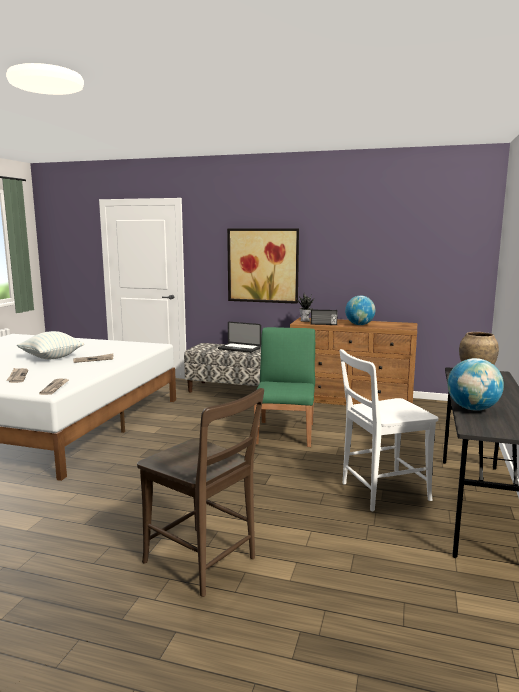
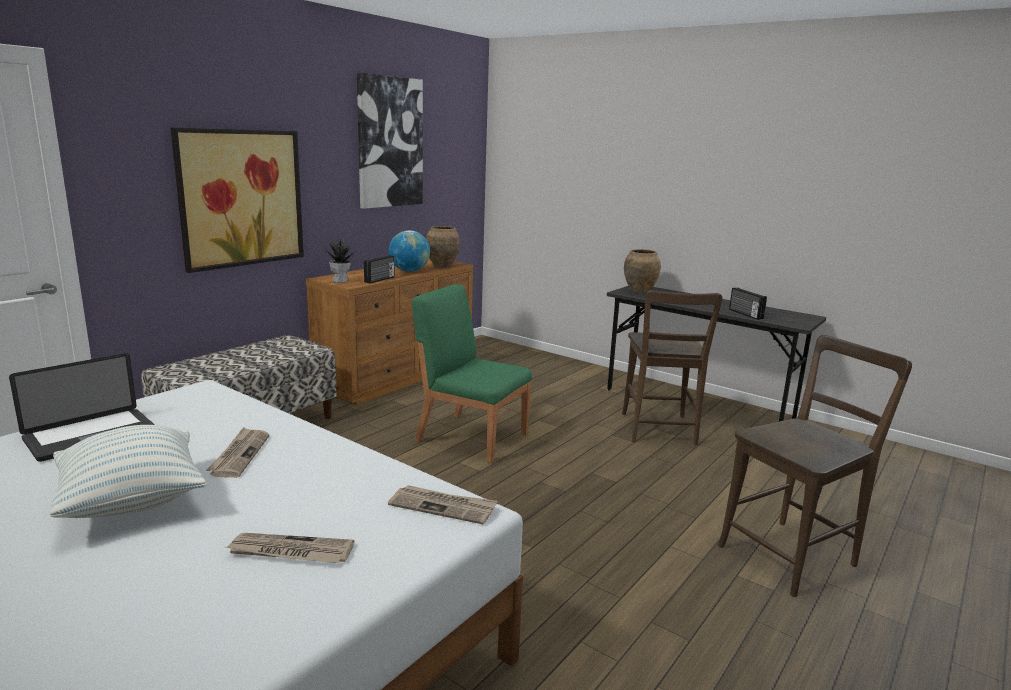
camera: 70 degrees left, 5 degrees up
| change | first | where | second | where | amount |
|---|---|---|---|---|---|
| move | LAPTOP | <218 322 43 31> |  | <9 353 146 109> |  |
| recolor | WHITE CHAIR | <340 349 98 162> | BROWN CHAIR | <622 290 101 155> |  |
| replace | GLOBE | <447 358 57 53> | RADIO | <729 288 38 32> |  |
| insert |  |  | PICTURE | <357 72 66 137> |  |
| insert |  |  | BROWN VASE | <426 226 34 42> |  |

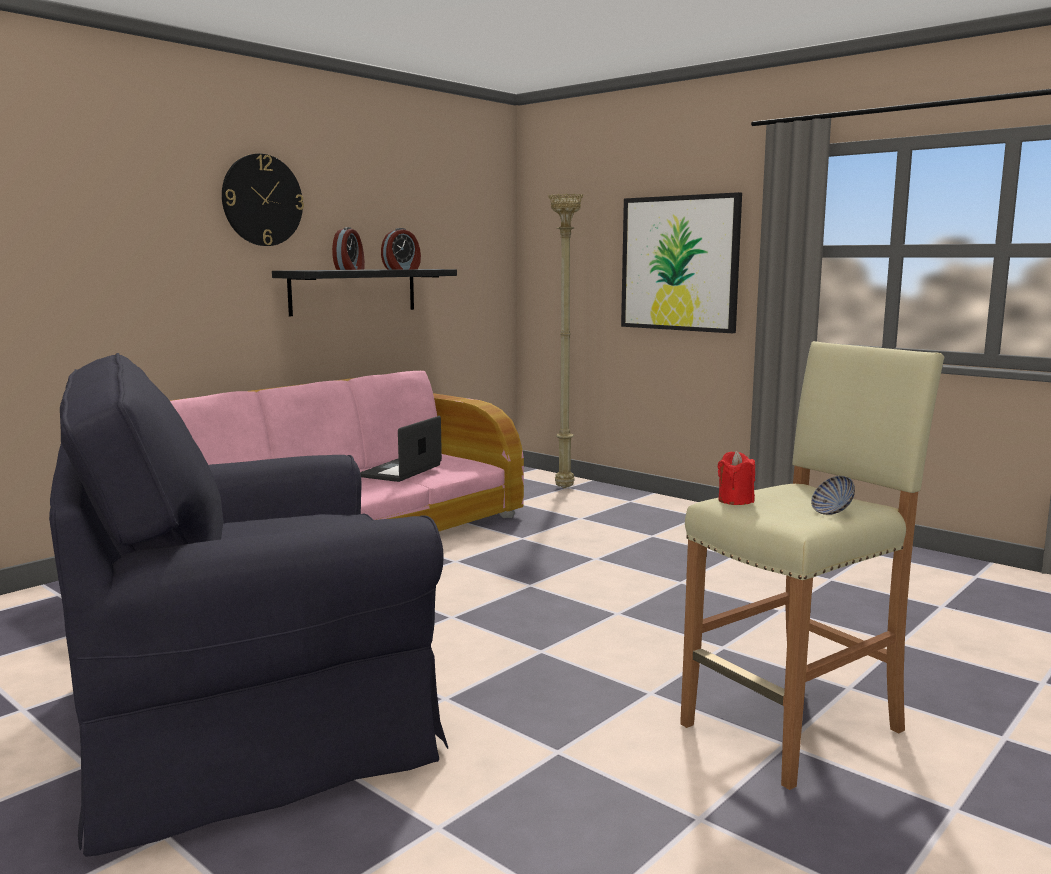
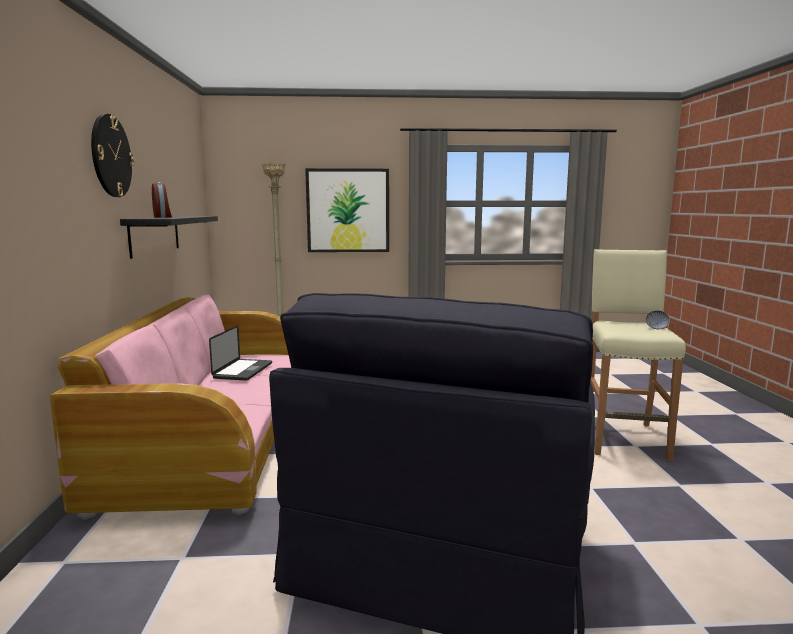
camera: 45 degrees left, 0 degrees up
| change | first | where | second | where | amount |
|---|---|---|---|---|---|
| rotate | LAPTOP | <360 416 82 66> |  | <209 325 63 56> | 150 degrees counterclockwise |
| delete | ALARM CLOCK | <381 228 40 42> |  |  |  |
| delete | RED CANDLE | <718 451 37 54> |  |  |  |

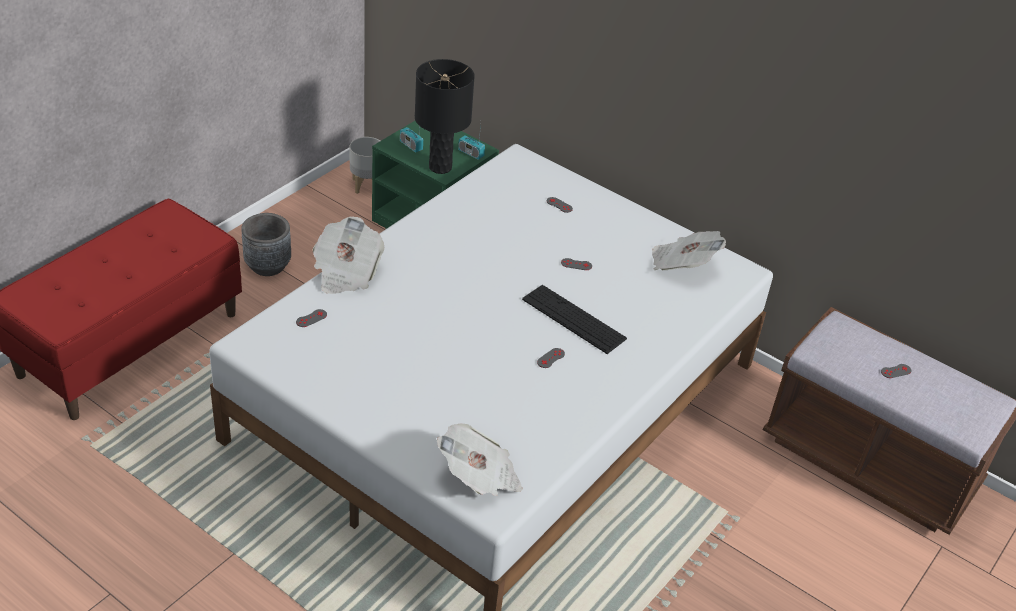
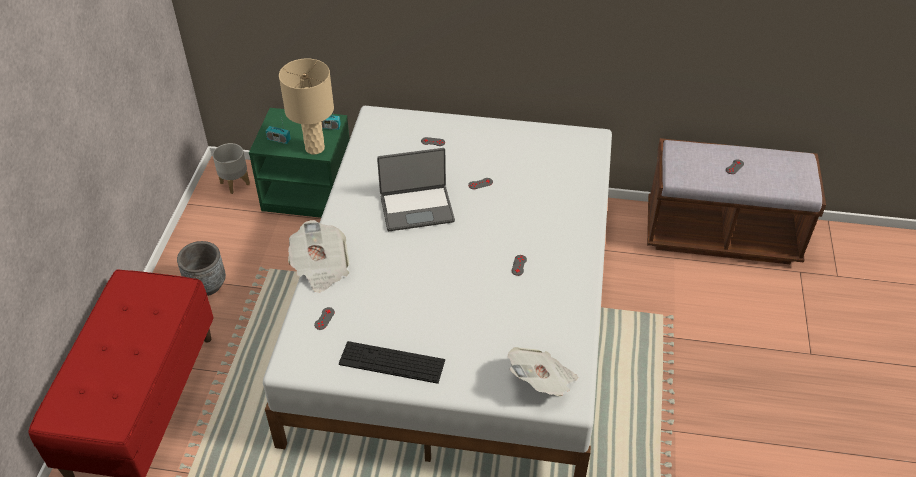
camera: 25 degrees left, 5 degrees up
| change | first | where | second | where | amount |
|---|---|---|---|---|---|
| recolor | BLACK TABLE LAMP | <415 59 60 115> | BEIGE TABLE LAMP | <279 58 55 96> |  |
| move | KEYBOARD | <522 285 105 69> |  | <339 341 106 43> |  |
| delete | NEWSPAPER | <652 231 74 39> |  |  |  |
| insert |  |  | LAPTOP | <377 148 78 83> |  |

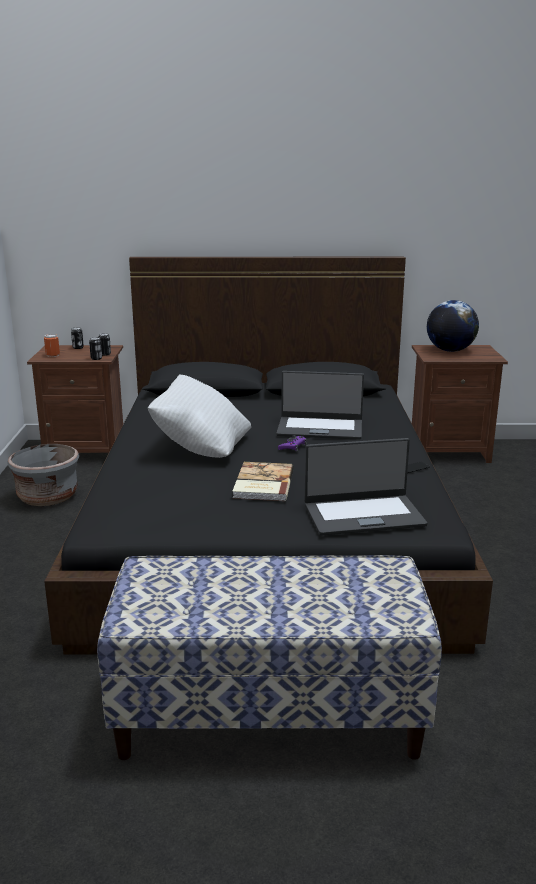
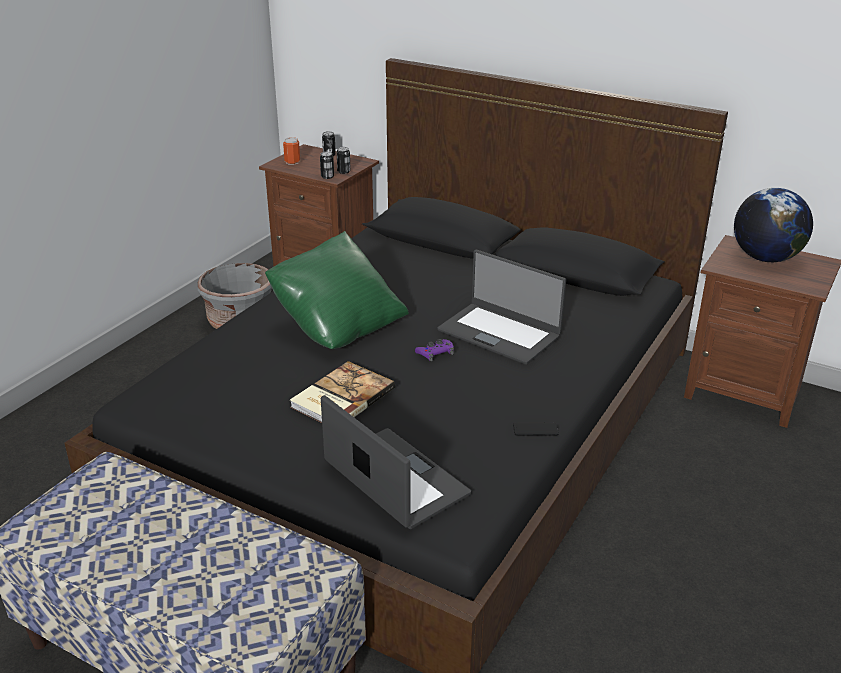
camera: 30 degrees right, 10 degrees up
| change | first | where | second | where | amount |
|---|---|---|---|---|---|
| recolor | WHITE PILLOW | <148 374 103 84> | GREEN PILLOW | <265 231 144 118> |  |
| rotate | LAPTOP | <305 438 122 97> |  | <321 395 151 134> | 150 degrees counterclockwise |

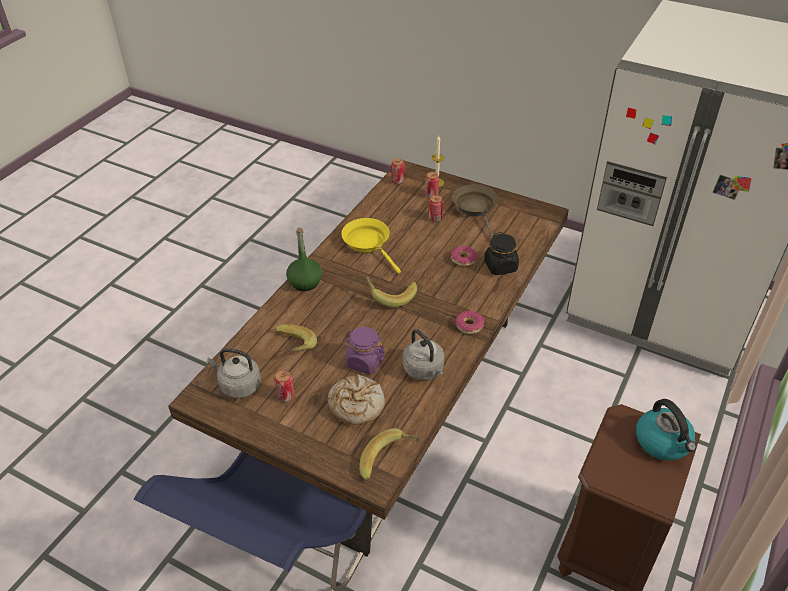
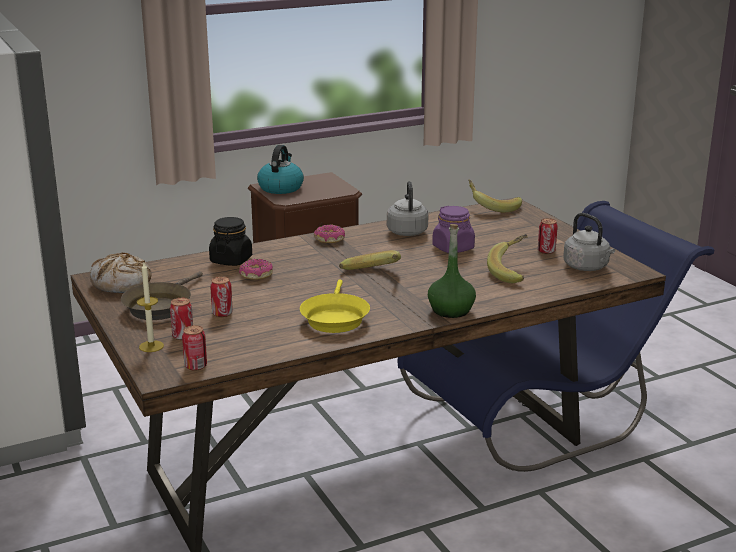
camera: 145 degrees left, 20 degrees down
| change | first | where | second | where | amount |
|---|---|---|---|---|---|
| move | BREAD | <328 374 57 51> |  | <90 253 61 40> |  |

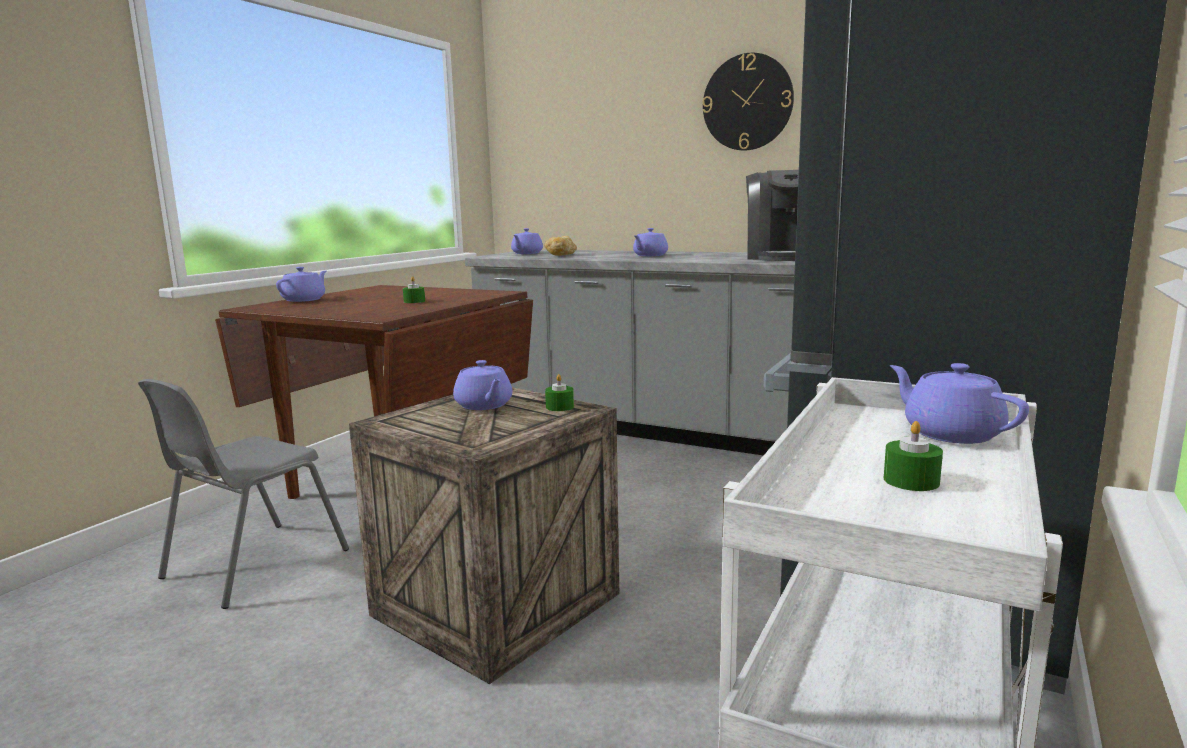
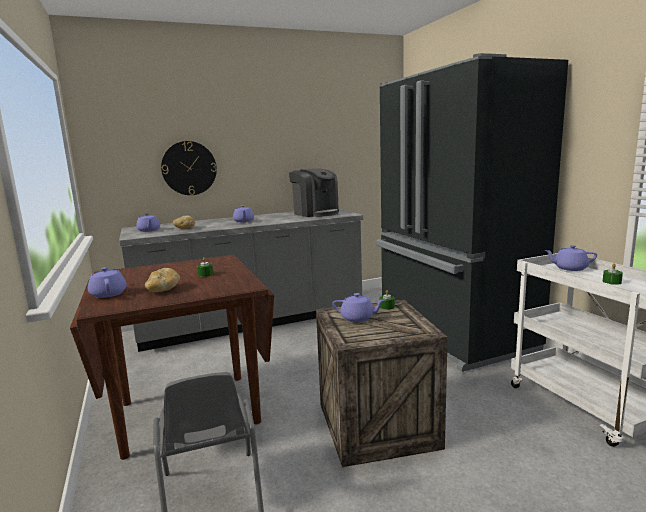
camera: 50 degrees left, 0 degrees up
| change | first | where | second | where | amount |
|---|---|---|---|---|---|
| move | WALL CLOCK | <703 53 91 97> |  | <161 141 56 54> |  |
| insert |  |  | BREAD | <145 268 35 24> |  |

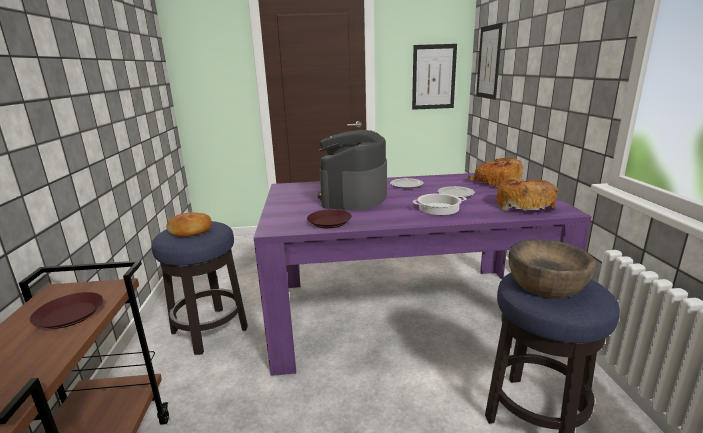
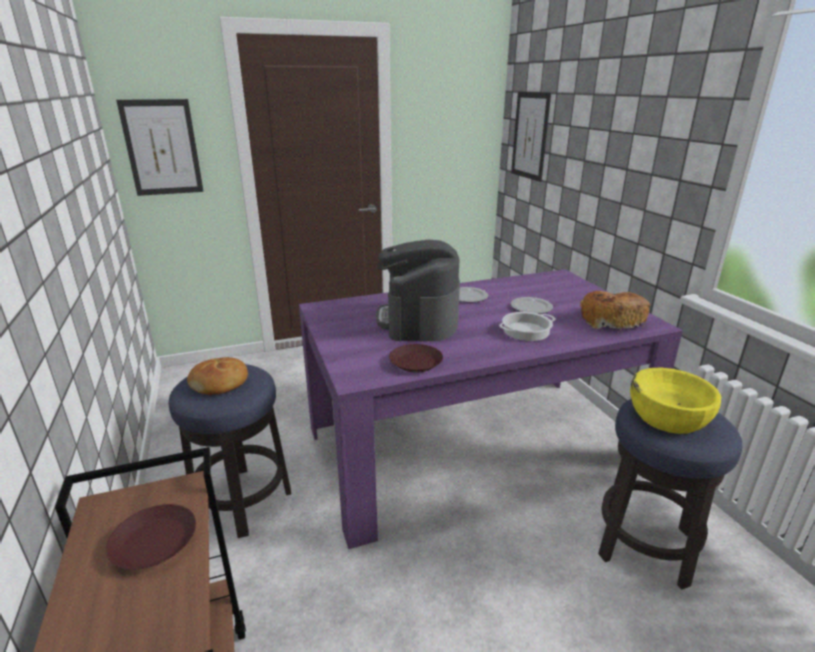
camera: 15 degrees left, 5 degrees up
| change | first | where | second | where | amount |
|---|---|---|---|---|---|
| move | PICTURE | <412 44 45 66> |  | <116 99 88 97> |  |
| delete | BREAD | <468 158 55 29> |  |  |  |
| recolor | BROWN BOWL | <508 239 87 59> | YELLOW BOWL | <630 368 91 66> |  |

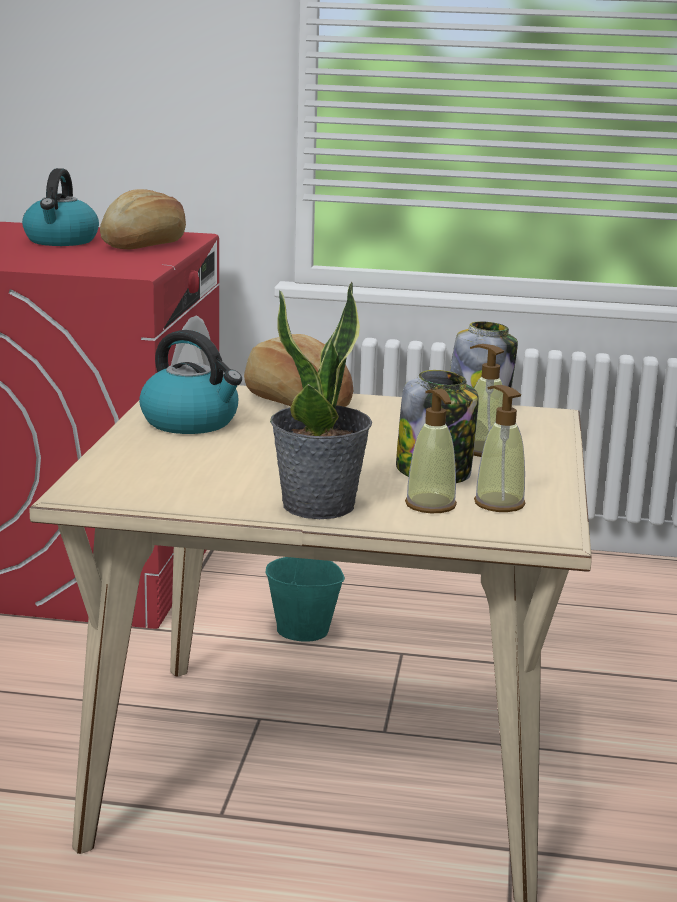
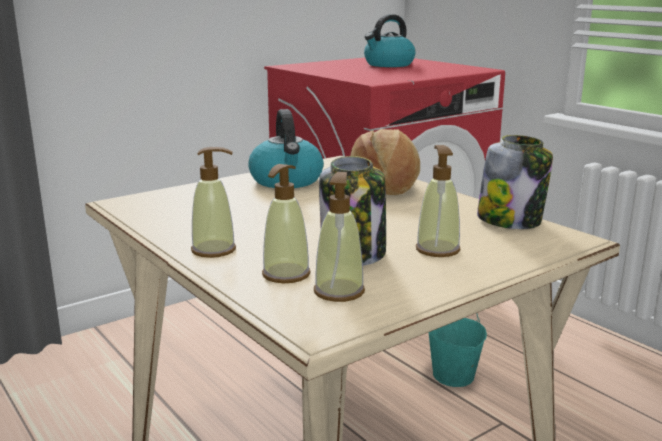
camera: 45 degrees right, 0 degrees up
| change | first | where | second | where | amount |
|---|---|---|---|---|---|
| delete | BREAD | <100 189 86 61> |  |  |  |
| replace | POTTED PLANT | <270 281 102 238> | SOAP DISPENSER | <191 147 45 111> |  |

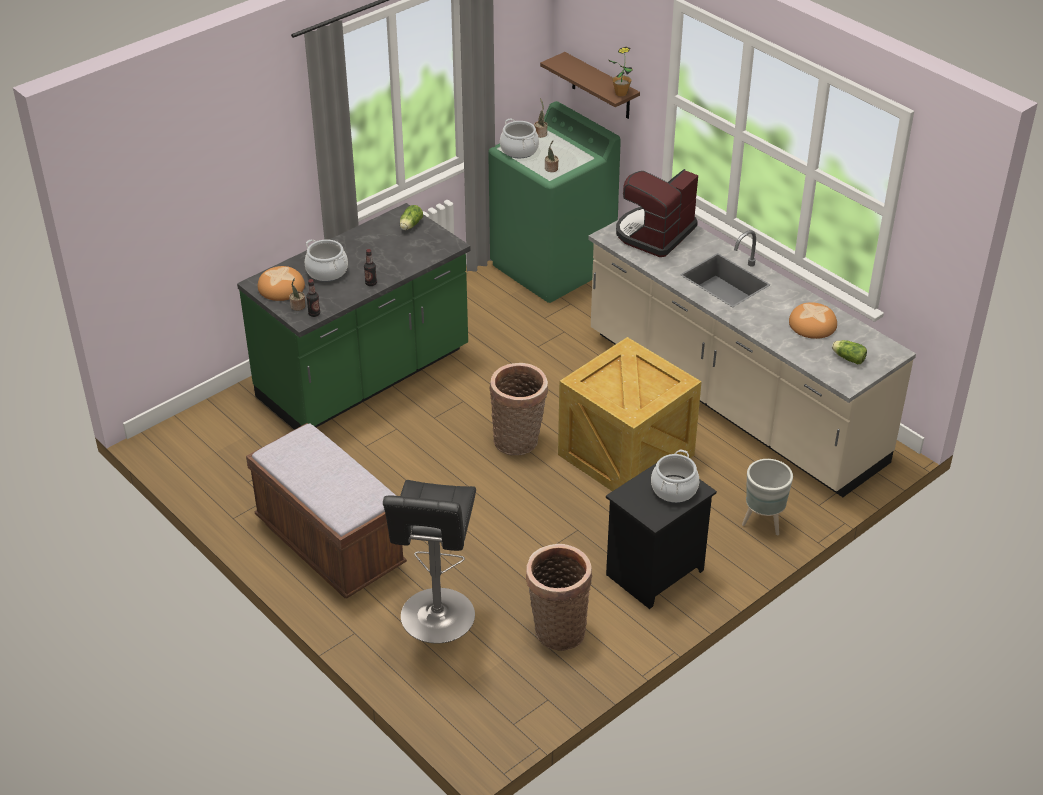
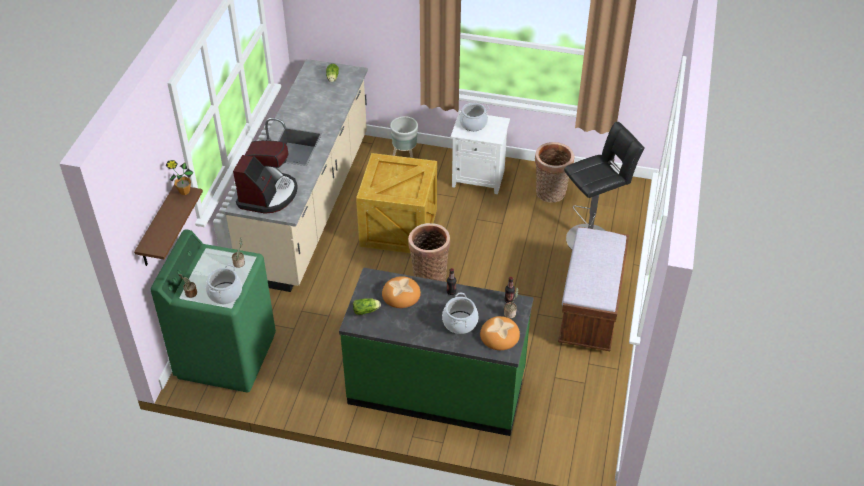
camera: 125 degrees left, 5 degrees up
| change | first | where | second | where | amount |
|---|---|---|---|---|---|
| recolor | BLACK NIGHTSTAND | <606 464 111 145> | WHITE NIGHTSTAND | <450 111 60 83> |  |
| rotate | COFFEE MACHINE | <616 169 82 88> |  | <233 140 65 74> | 75 degrees counterclockwise |
| move | BREAD | <789 302 48 37> |  | <382 276 39 32> |  |

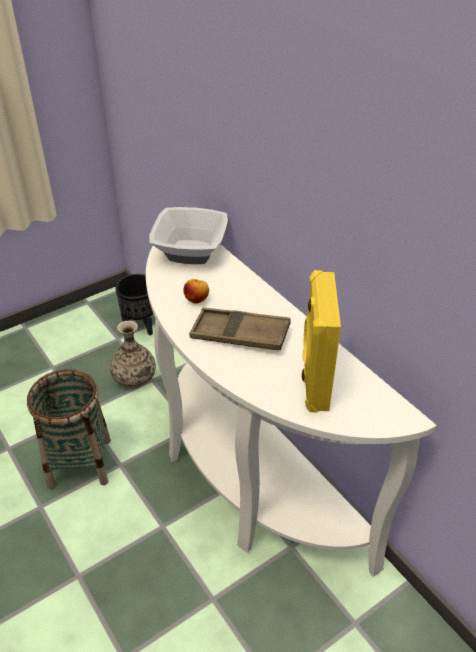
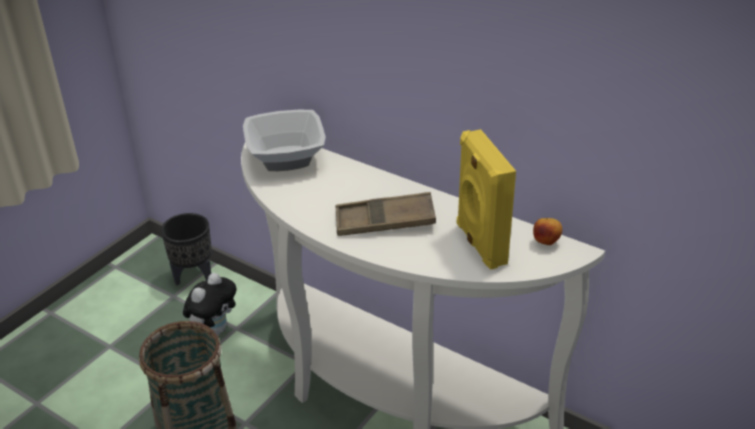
camera: 20 degrees left, 5 degrees down
| change | first | where | second | where | amount |
|---|---|---|---|---|---|
| replace | VASE | <110 321 46 67> | PLUSH TOY | <183 273 54 63> |  |
| move | APPLE | <183 279 26 25> |  | <533 218 29 27> |  |

